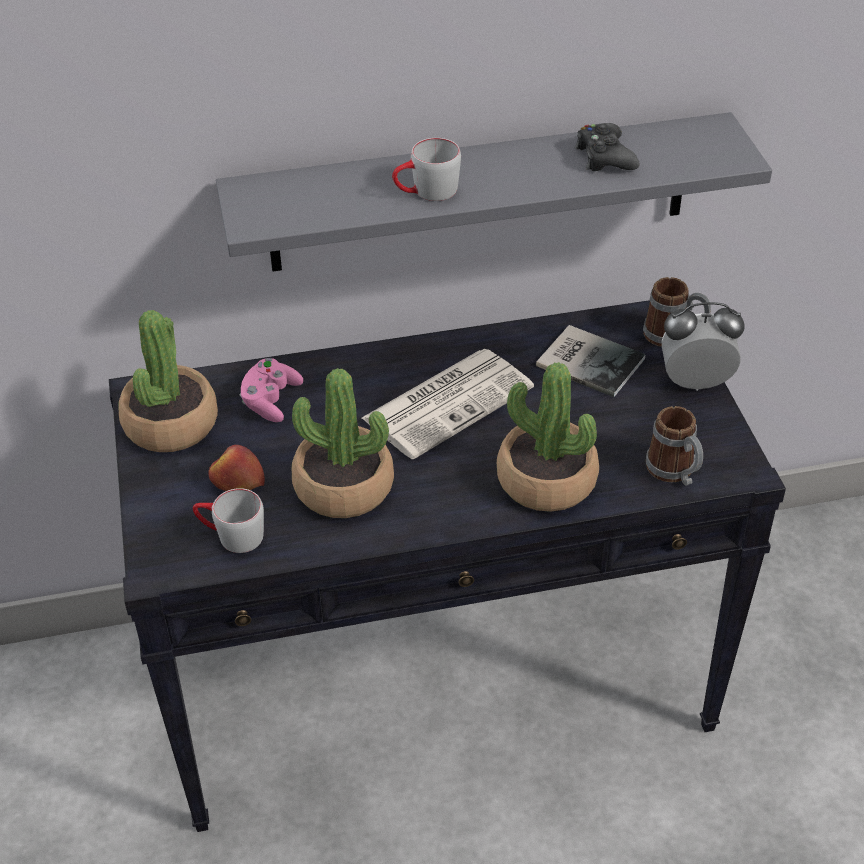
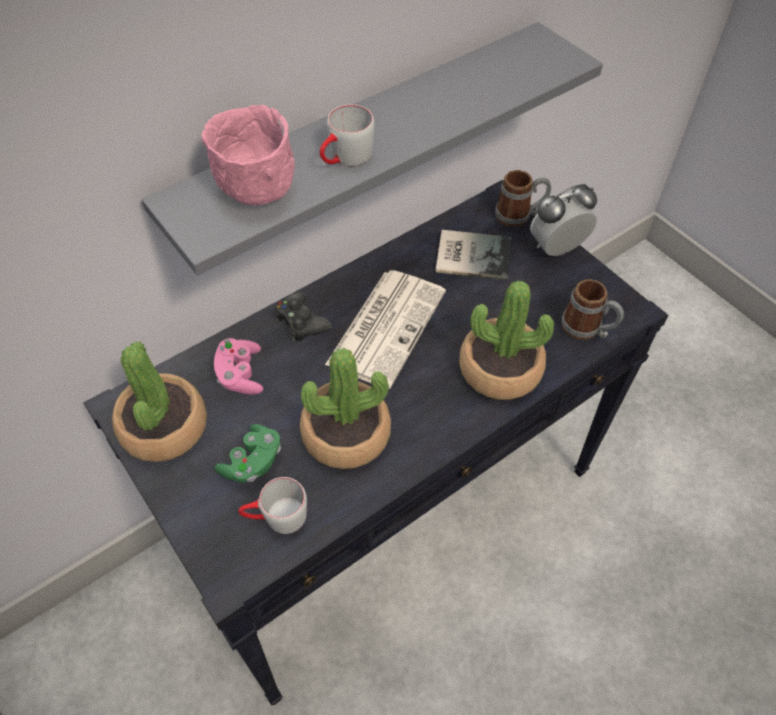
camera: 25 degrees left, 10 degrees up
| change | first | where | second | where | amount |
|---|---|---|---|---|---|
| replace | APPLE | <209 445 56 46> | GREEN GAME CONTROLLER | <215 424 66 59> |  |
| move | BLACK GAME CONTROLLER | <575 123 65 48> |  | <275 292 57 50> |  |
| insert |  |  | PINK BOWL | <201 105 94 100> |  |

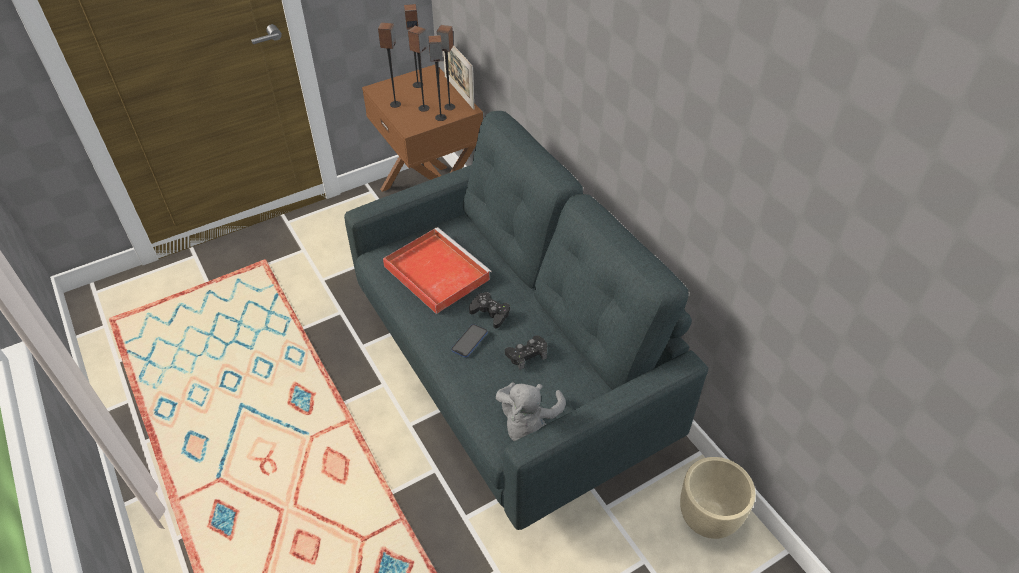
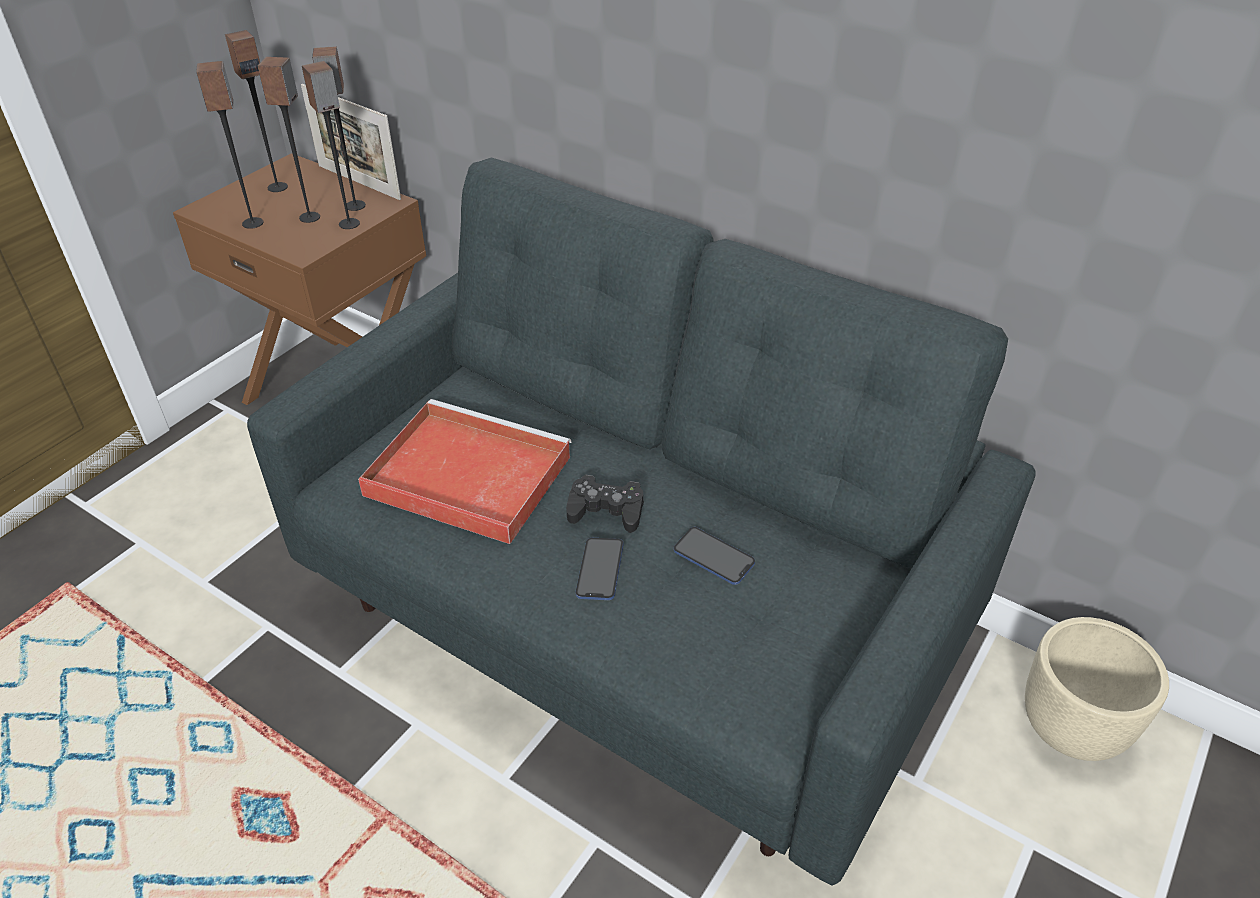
camera: 25 degrees left, 5 degrees down
| change | first | where | second | where | amount |
|---|---|---|---|---|---|
| delete | GREY PLUSH TOY | <496 383 70 58> |  |  |  |
| replace | BLACK GAME CONTROLLER | <505 335 42 35> | PHONE | <674 527 81 58> |  |

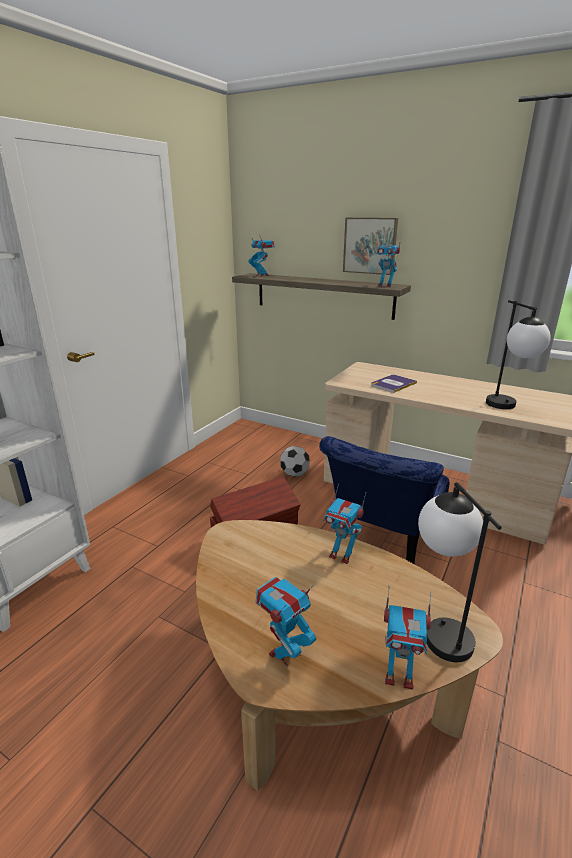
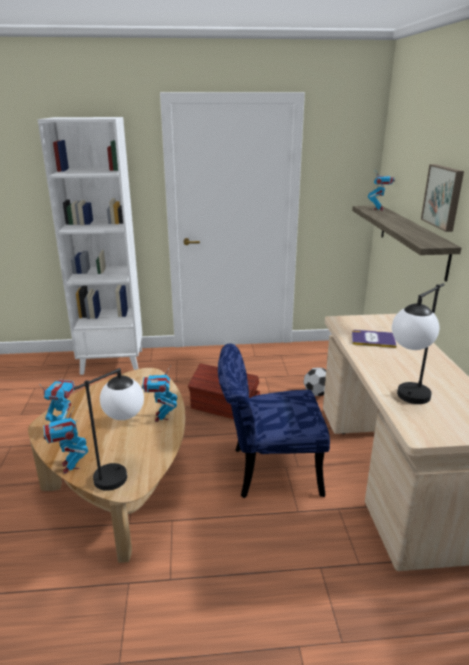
camera: 55 degrees right, 0 degrees up
| change | first | where | second | where | amount |
|---|---|---|---|---|---|
| delete | TOY ROBOT | <376 236 25 51> |  |  |  |

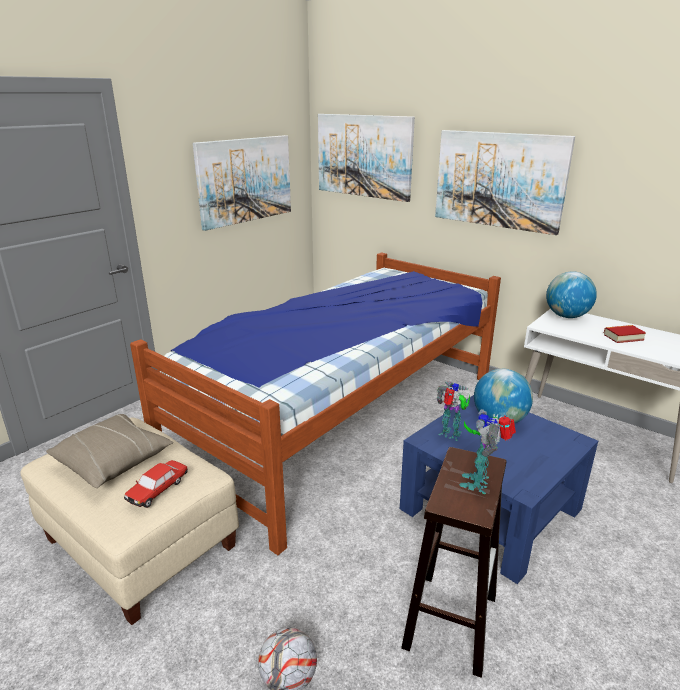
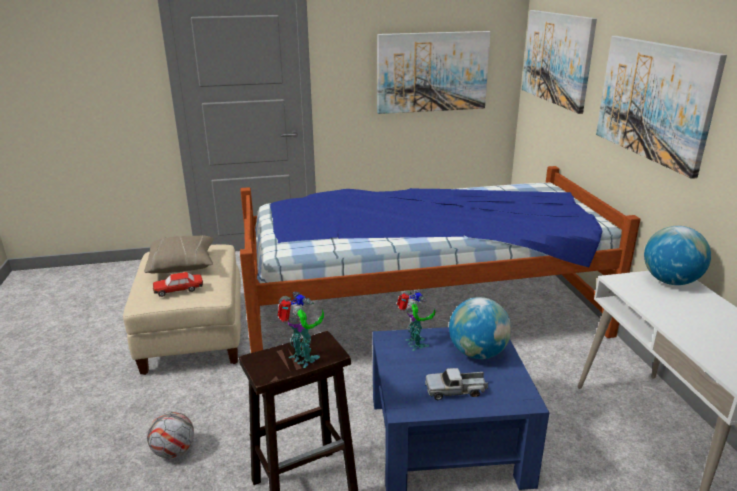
camera: 40 degrees right, 0 degrees up
| change | first | where | second | where | amount |
|---|---|---|---|---|---|
| rotate | TOY ROBOT | <459 409 57 85> |  | <278 292 46 76> | 75 degrees clockwise |
| delete | BOOK | <604 325 42 18> |  |  |  |
| insert |  |  | TOY TRUCK | <425 368 63 32> |  |

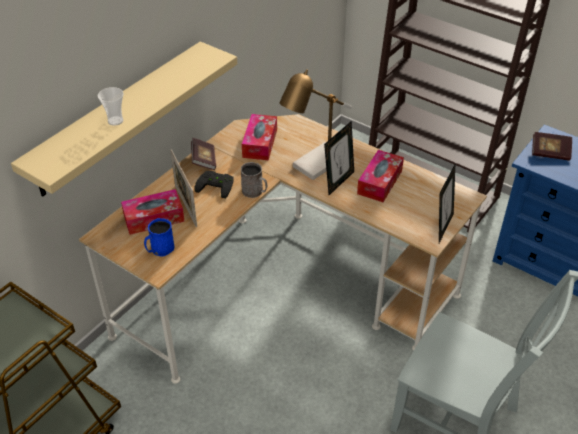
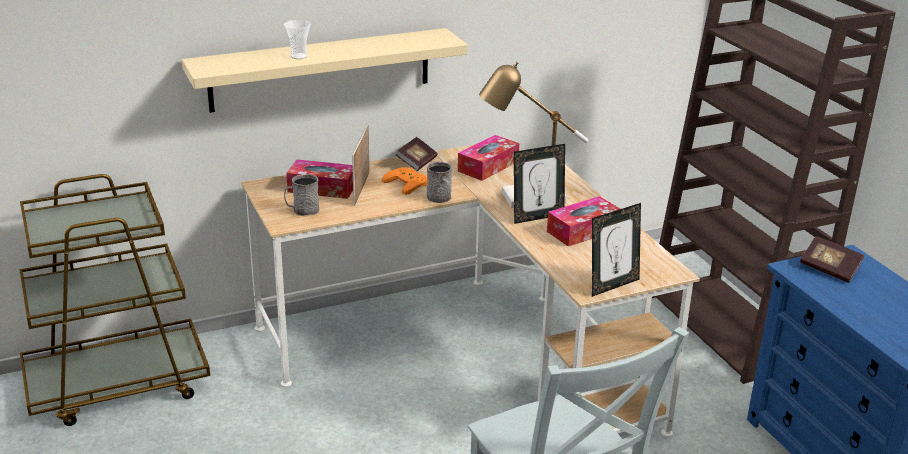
camera: 30 degrees right, 15 degrees down
| change | first | where | second | where | amount |
|---|---|---|---|---|---|
| recolor | BLUE MUG | <144 218 31 38> | GREY MUG | <284 174 35 42> |  |
| recolor | BLACK GAME CONTROLLER | <195 171 38 27> | ORANGE GAME CONTROLLER | <381 167 47 28> |  |

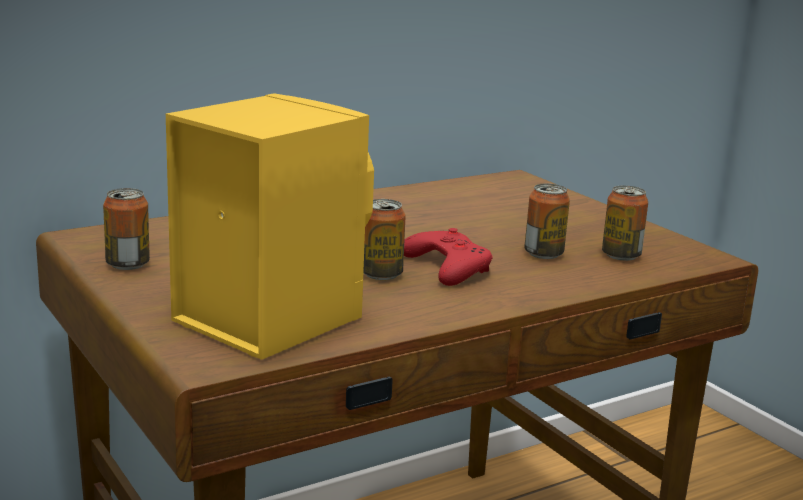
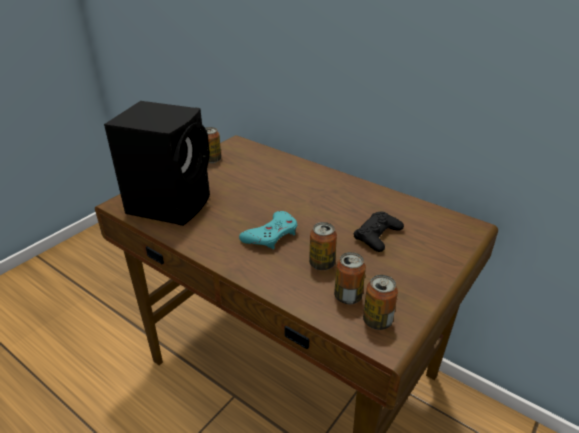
camera: 70 degrees right, 15 degrees up
| change | first | where | second | where | amount |
|---|---|---|---|---|---|
| recolor | YELLOW SPEAKER | <166 93 208 267> | BLACK SPEAKER | <104 101 106 125> |  |
| move | CAN | <363 199 43 81> |  | <363 275 35 55> |  |
| recolor | RED GAME CONTROLLER | <404 228 88 58> | TURQUOISE GAME CONTROLLER | <239 211 58 38> |  |
| insert |  |  | BLACK GAME CONTROLLER | <354 212 50 40> |  |

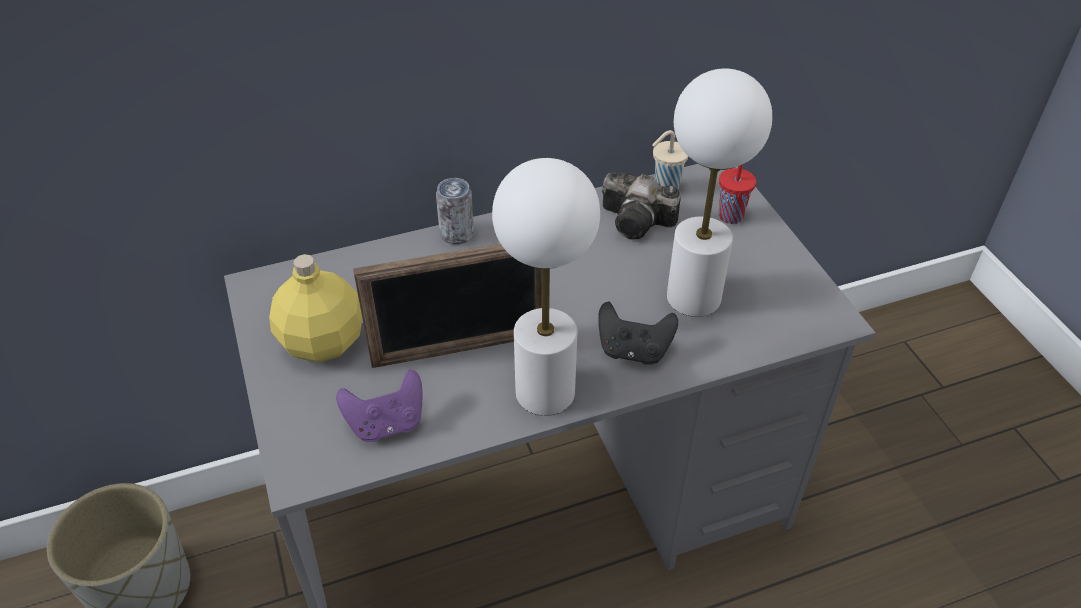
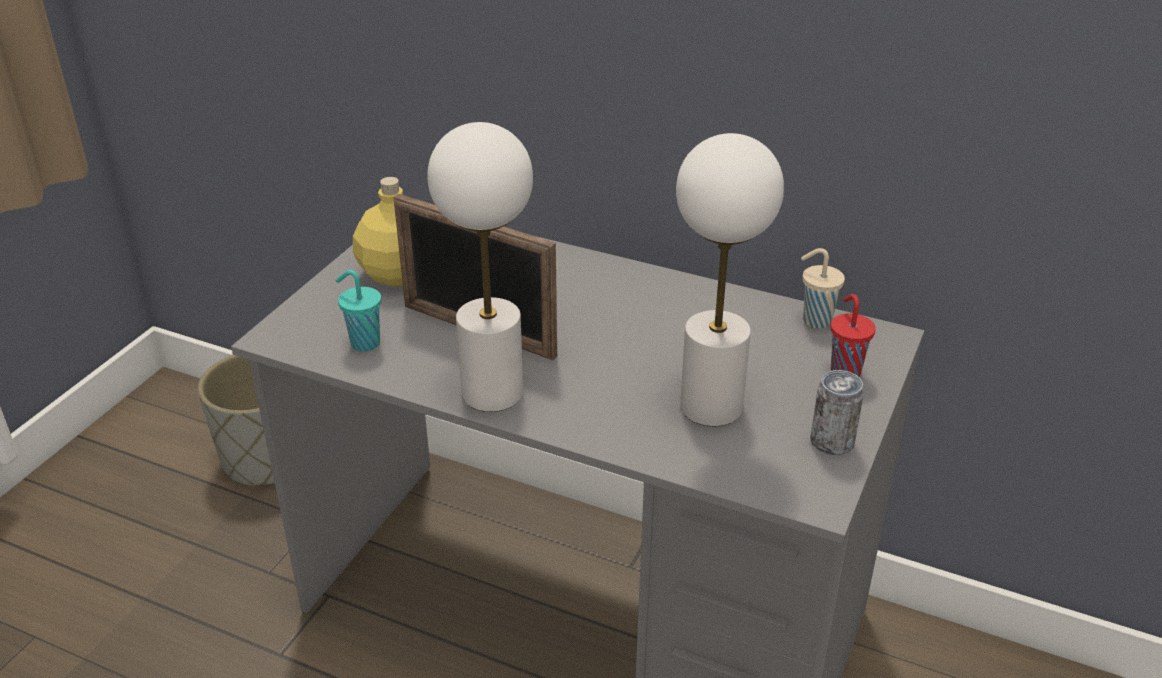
camera: 45 degrees right, 10 degrees down
| change | first | where | second | where | amount |
|---|---|---|---|---|---|
| replace | PURPLE GAME CONTROLLER | <336 370 87 72> | TURQUOISE CUP | <336 270 45 82> |  |
| move | CAN | <436 178 38 67> |  | <810 370 54 85> |  |
| delete | BLACK GAME CONTROLLER | <598 302 80 63> |  |  |  |
| delete | PHOTO CAMERA | <602 173 79 67> |  |  |  |

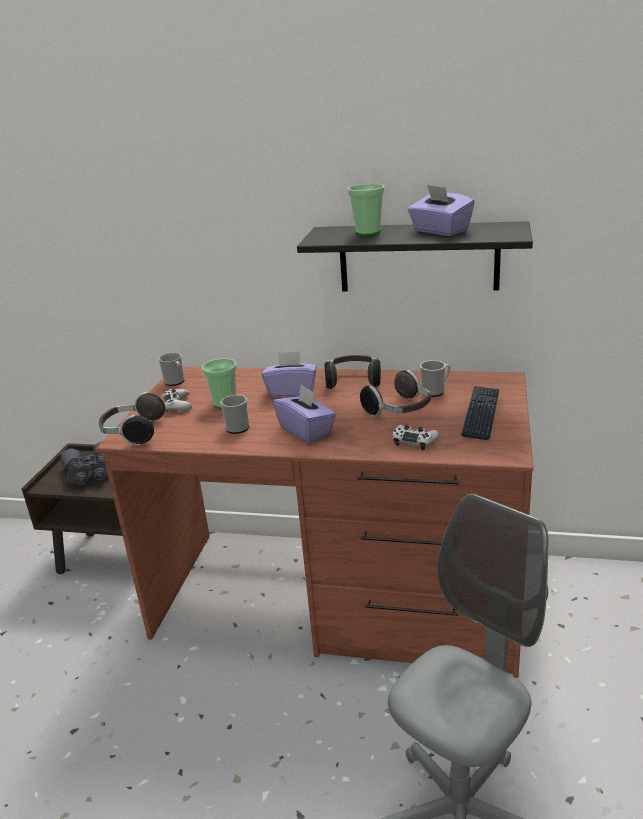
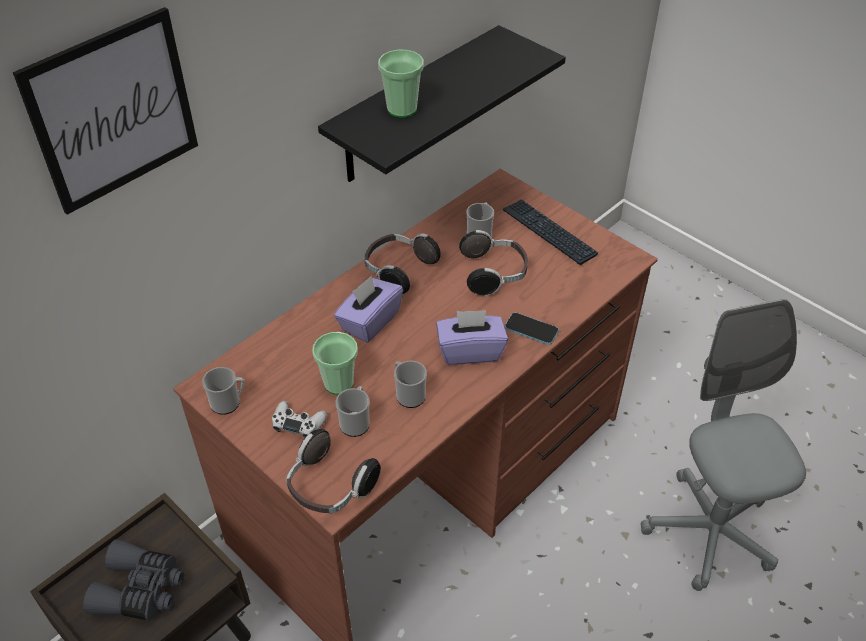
camera: 60 degrees left, 20 degrees up
| change | first | where | second | where | amount |
|---|---|---|---|---|---|
| delete | WHITE GAME CONTROLLER | <393 425 47 25> |  |  |  |
| delete | PURPLE TISSUE BOX | <408 185 67 51> |  |  |  |
| insert |  |  | PICTURE | <13 7 185 208> |  |
| insert |  |  | MUG | <336 386 34 51> |  |
| insert |  |  | PHONE | <505 312 54 33> |  |

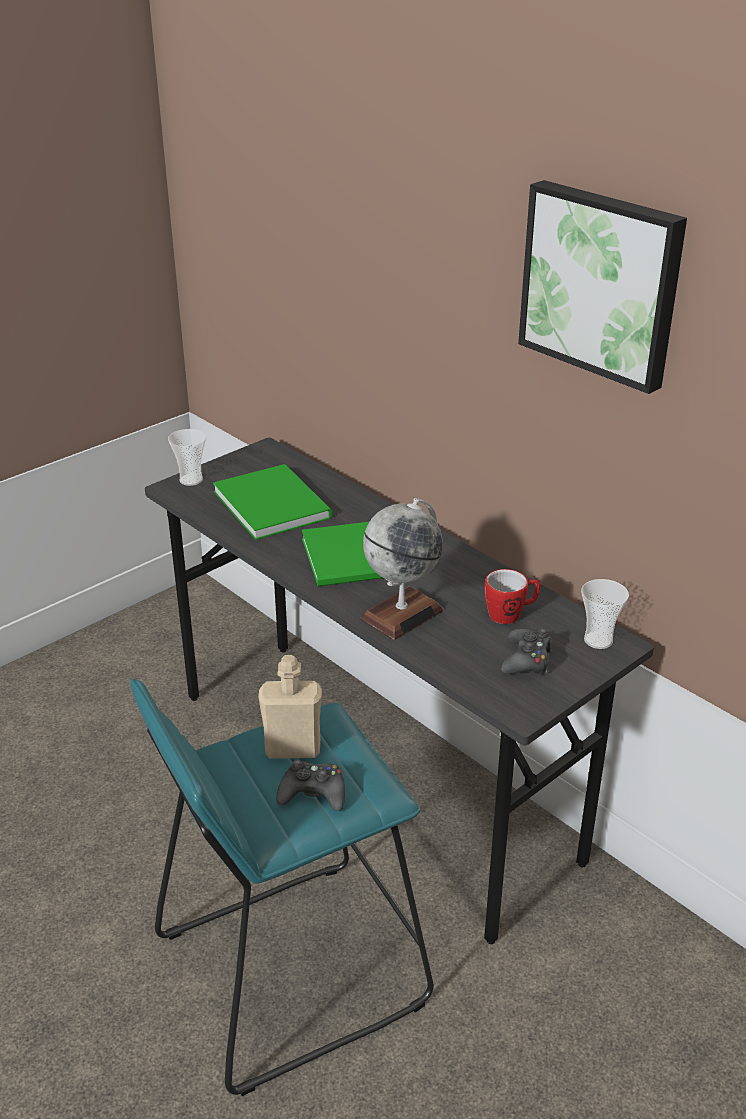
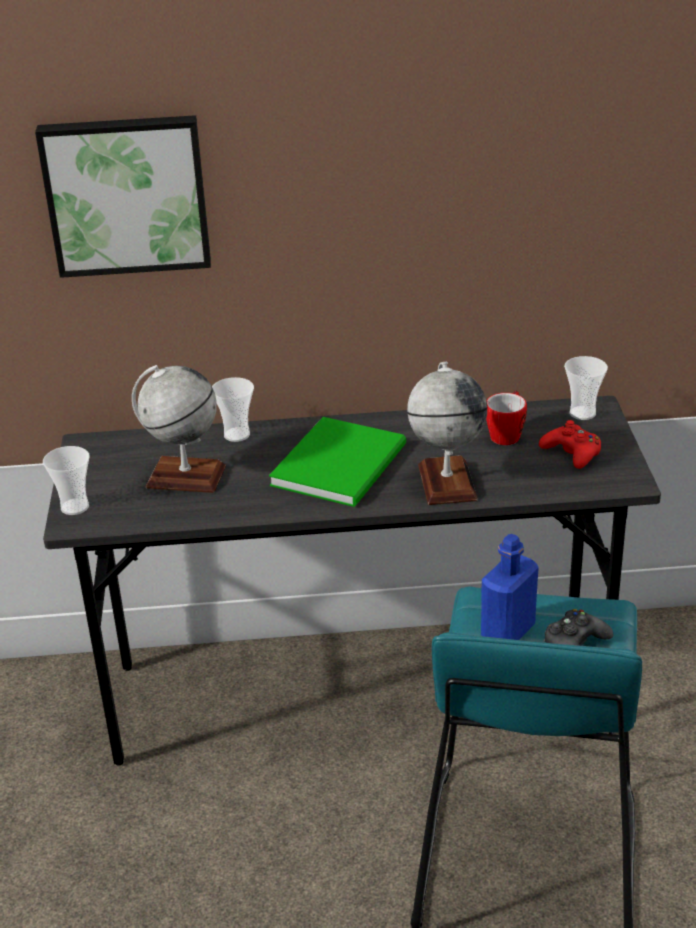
camera: 50 degrees left, 0 degrees up
| change | first | where | second | where | amount |
|---|---|---|---|---|---|
| replace | GREEN BOOK | <213 464 120 76> | GLOBE | <132 365 94 128> |  |
| recolor | BEIGE BOTTLE | <258 655 64 104> | BLUE BOTTLE | <481 534 58 106> |  |
| recolor | BLACK GAME CONTROLLER | <501 628 51 47> | RED GAME CONTROLLER | <539 420 62 49> |  |
| move | PICTURE | <518 180 169 214> |  | <35 115 176 163> |  |
| insert |  |  | CUP | <212 377 42 65> |  |

